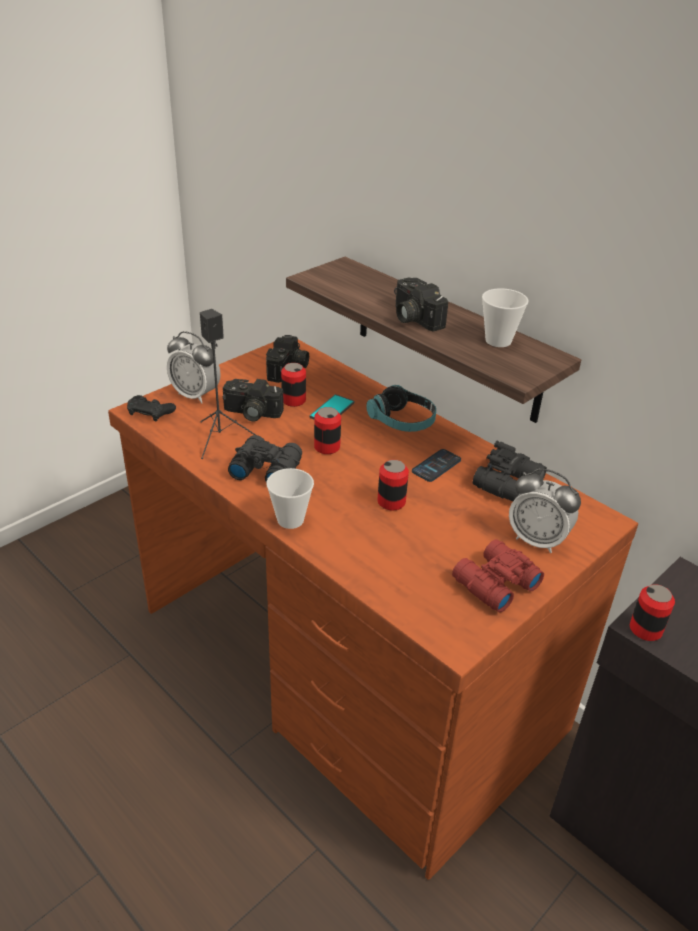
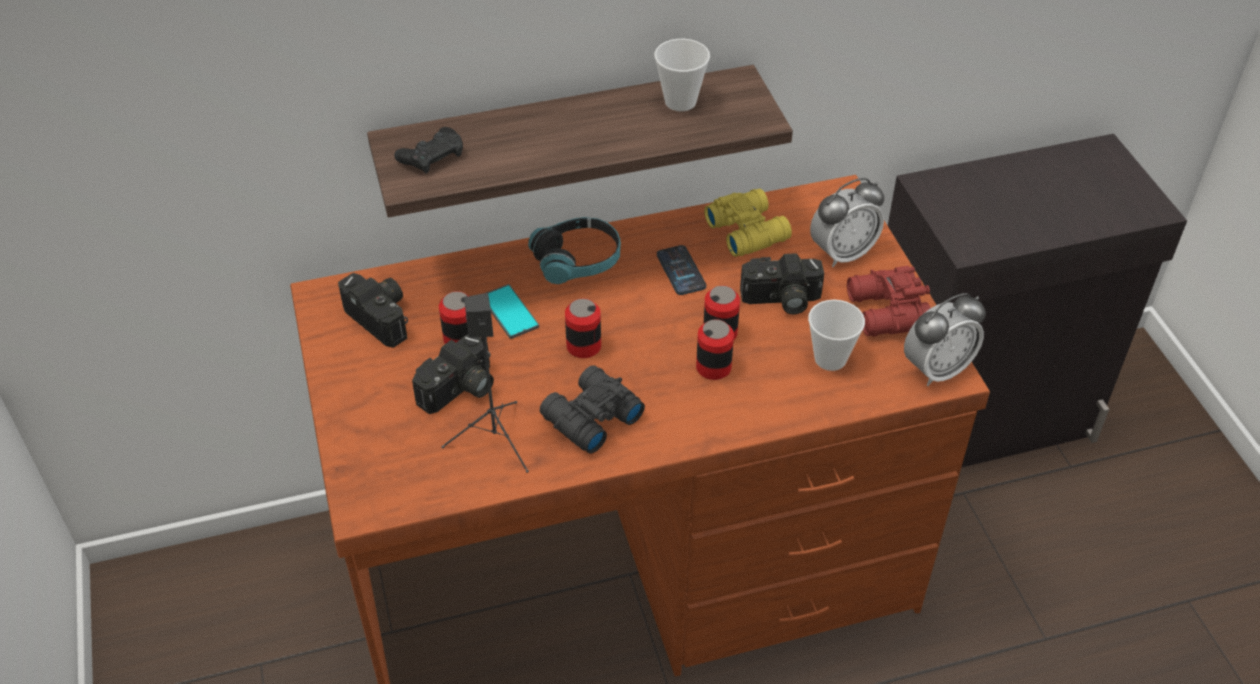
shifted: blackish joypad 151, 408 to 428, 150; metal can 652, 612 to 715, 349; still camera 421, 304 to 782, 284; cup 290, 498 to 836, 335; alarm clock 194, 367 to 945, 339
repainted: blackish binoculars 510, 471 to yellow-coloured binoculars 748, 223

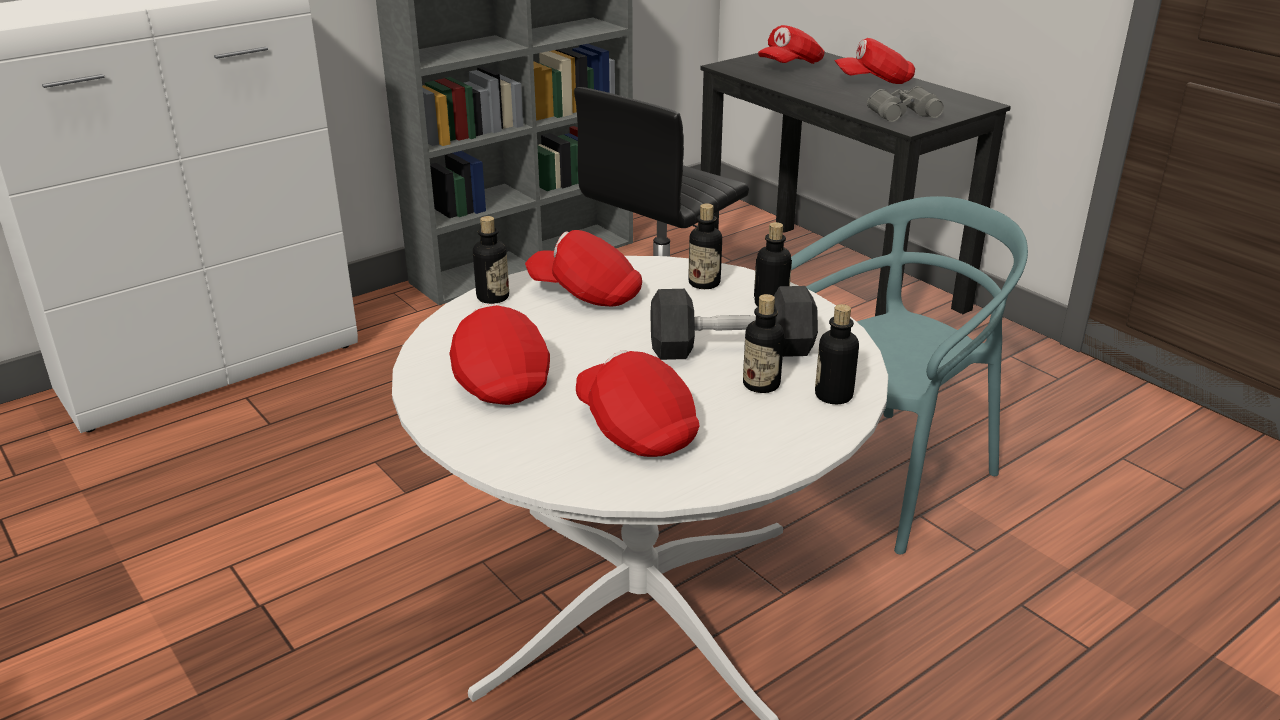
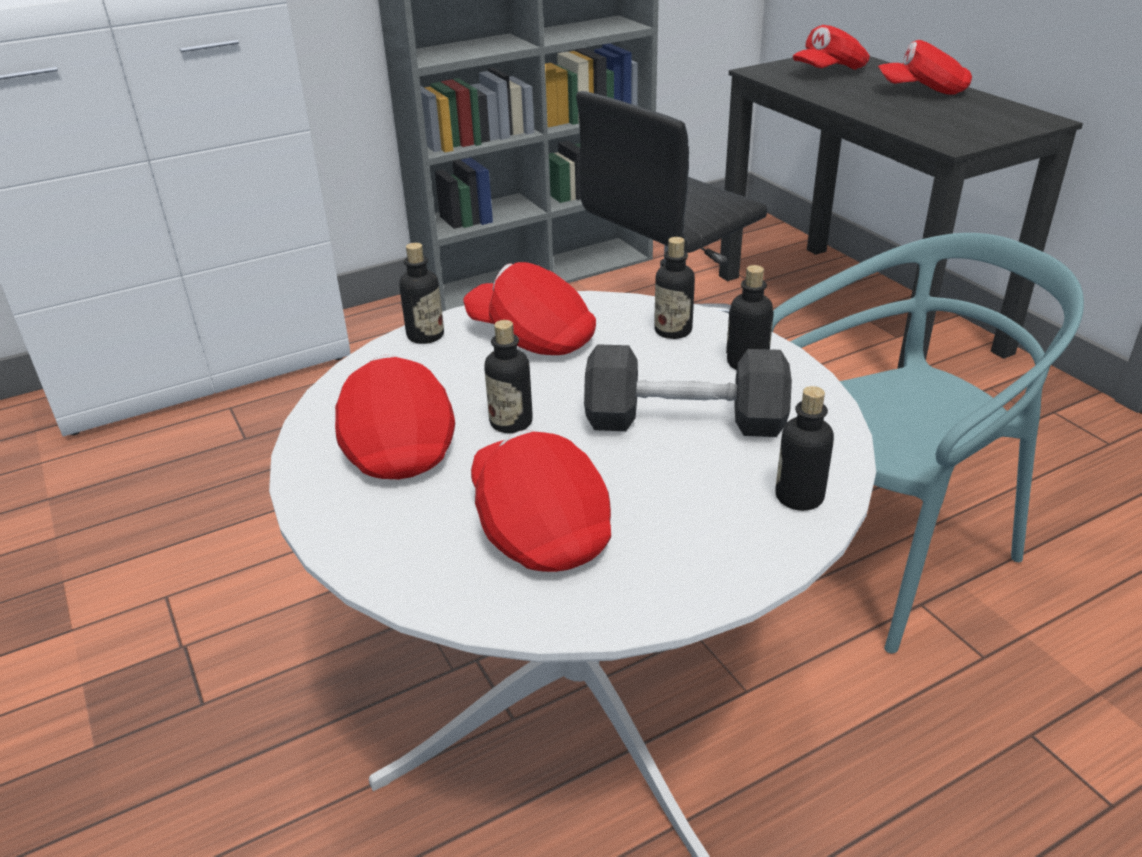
gone: gray binoculars 905, 104
shifted: beverage bottle 763, 343 to 508, 376

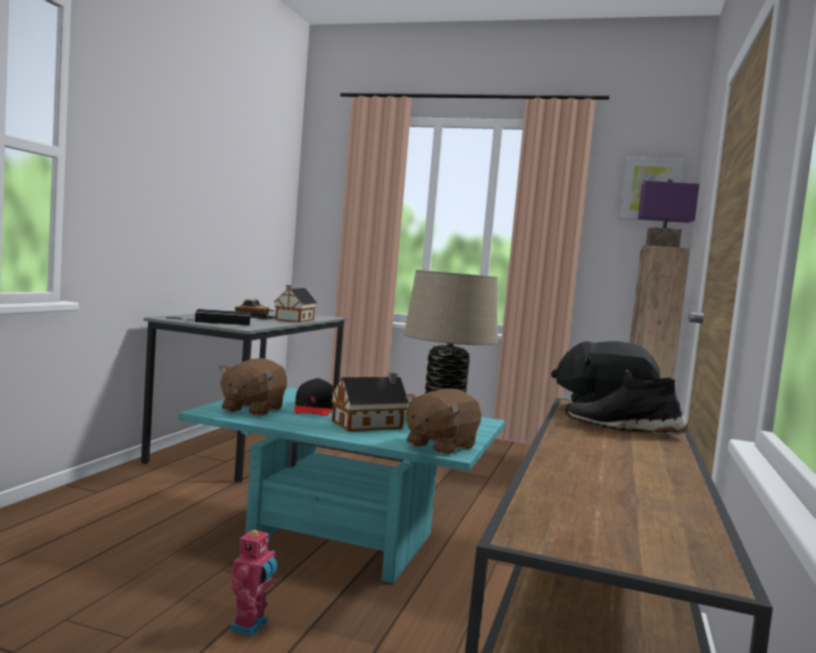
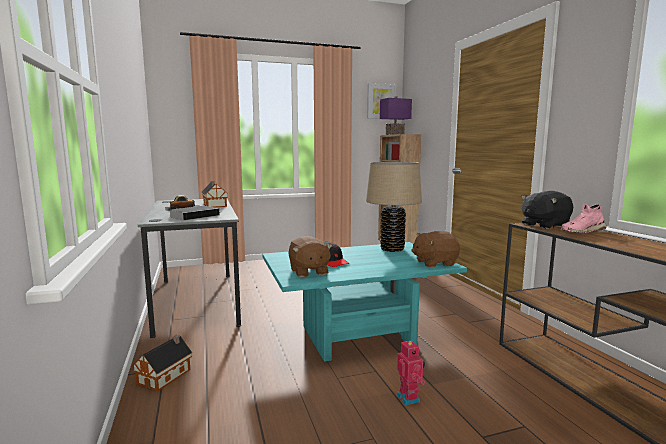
shifted: toy house 370, 402 to 162, 363
repainted: blackish low shoe 626, 402 to pinkish low shoe 583, 218
rotated: brownish cuddly toy 443, 422 = 435, 249 75 degrees clockwise

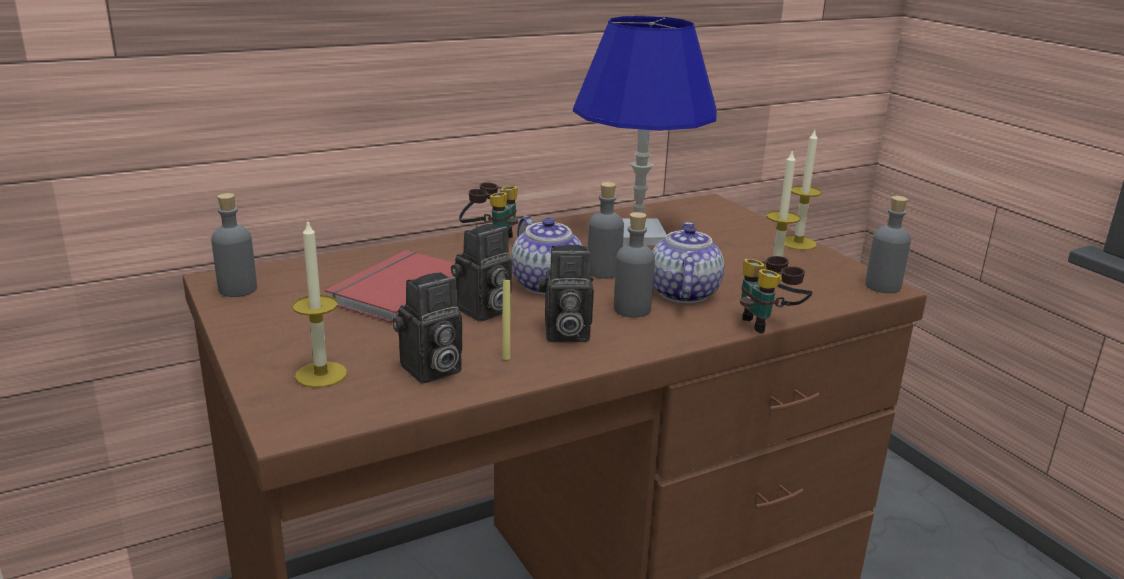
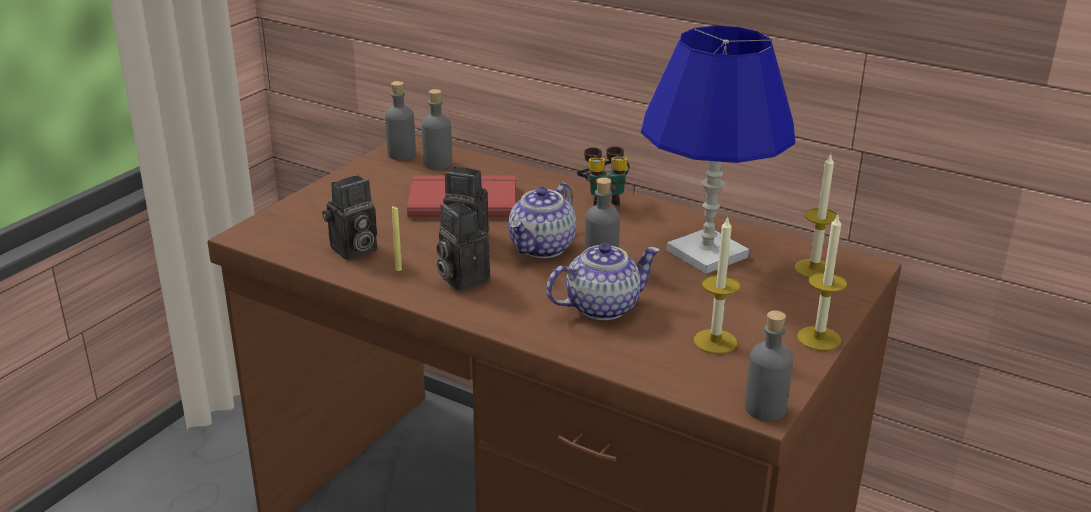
gone: binoculars 776, 295
shifted: gray beverage bottle 634, 265 to 437, 129; wax candle 319, 303 to 816, 216
rotated: still camera 427, 328 = 349, 217 60 degrees counterclockwise

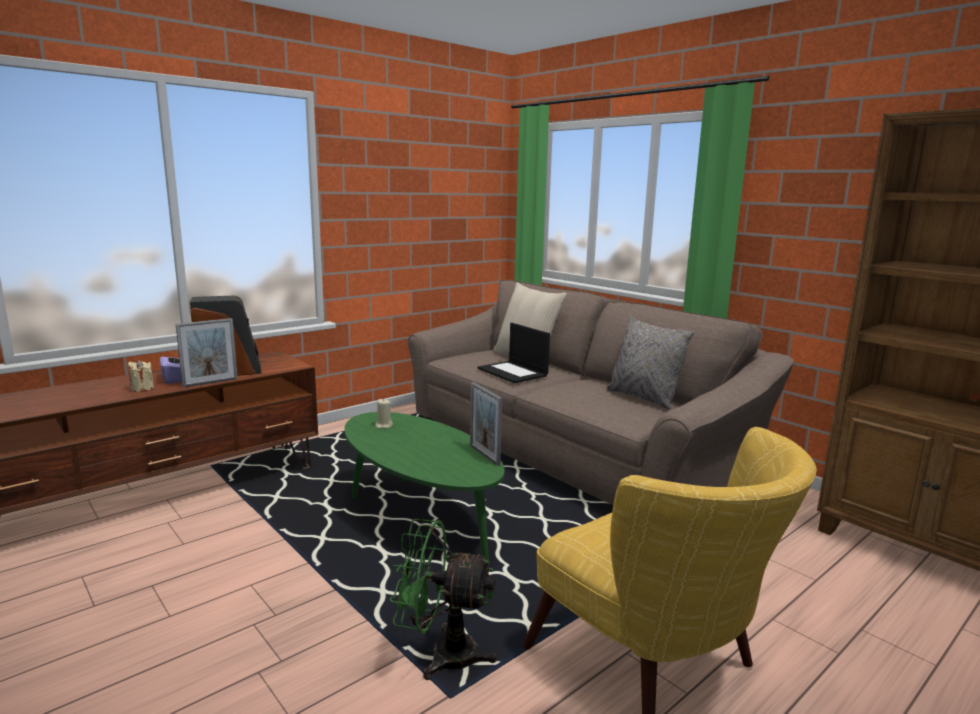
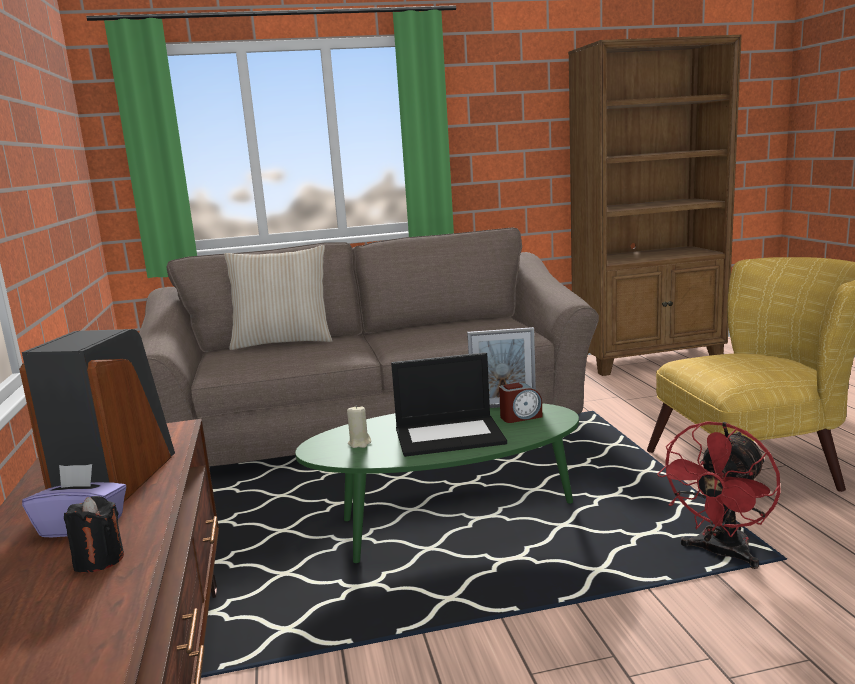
gone: photo frame 207, 353; gray throw pillow 650, 363
new: alarm clock 520, 402
shifted: portable computer 513, 353 to 449, 404
repainted: sand-coloured wax candle 141, 376 to blackish wax candle 94, 534; greenish fan 443, 599 to red-coloured fan 719, 495

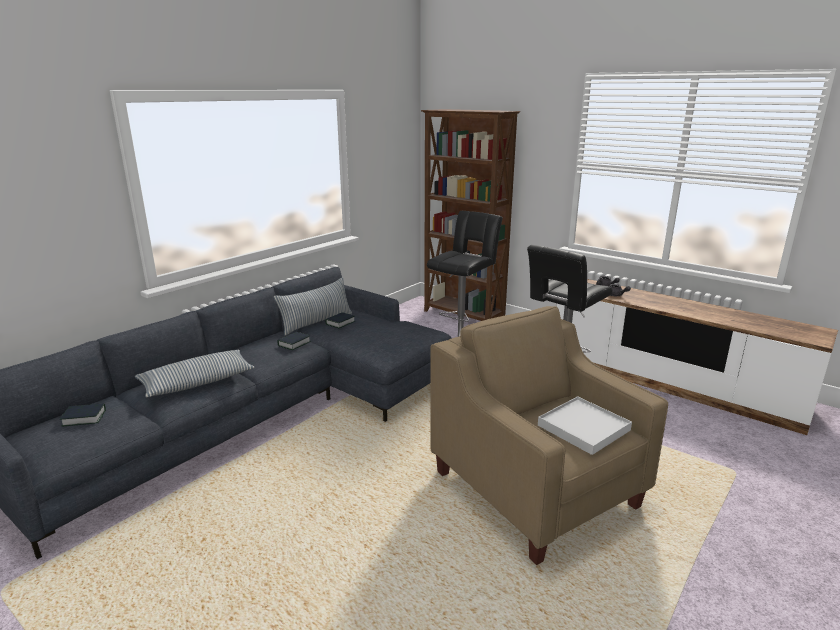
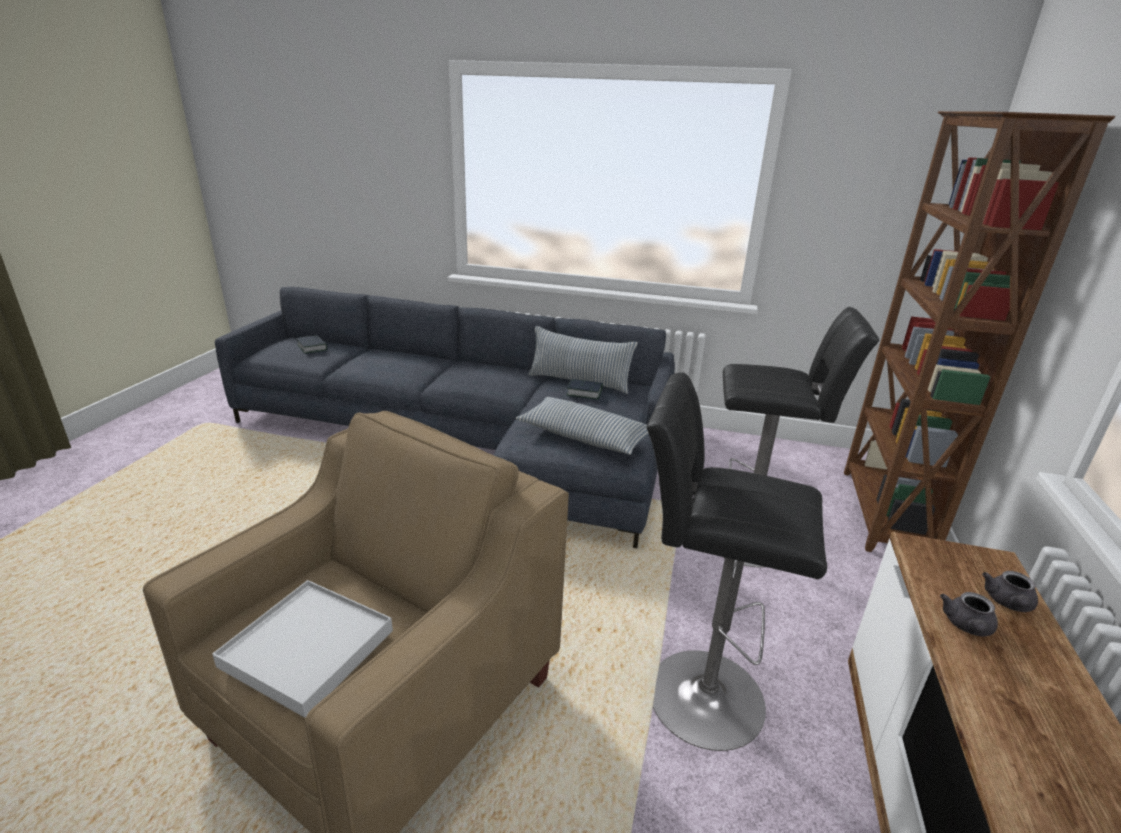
gone: volume 294, 341
shifted: throw pillow 194, 373 to 582, 426

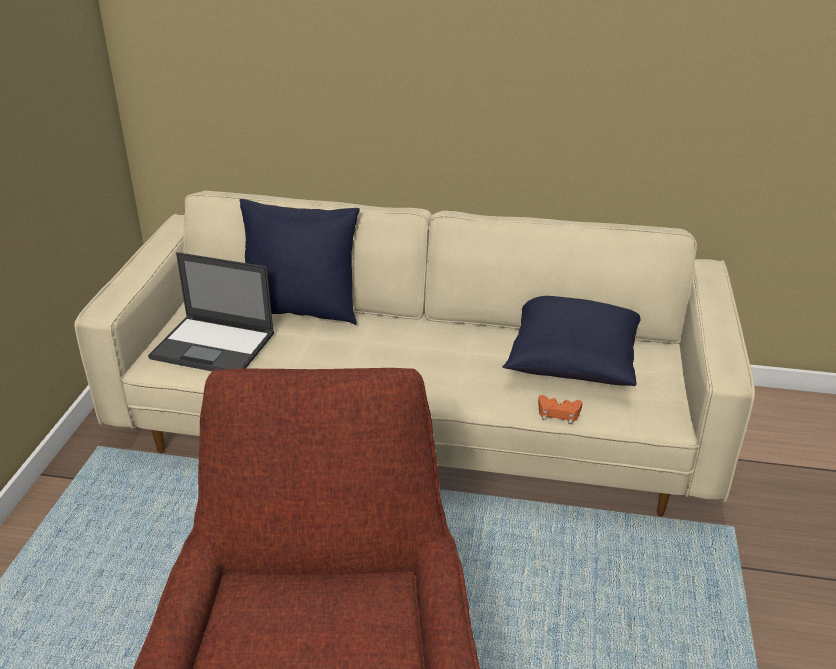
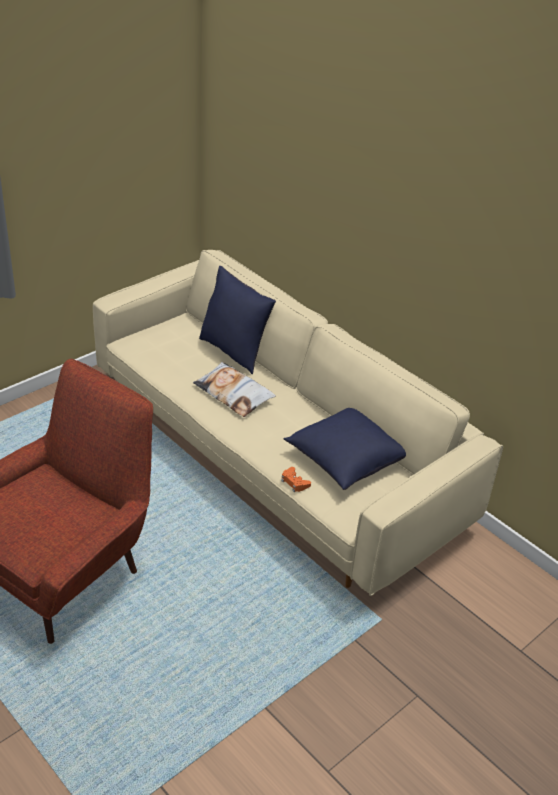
gone: portable computer 211, 312
new: throw pillow 234, 389

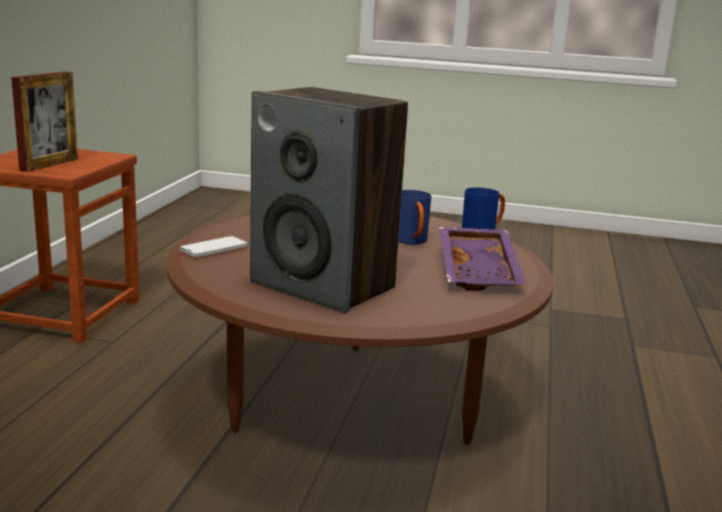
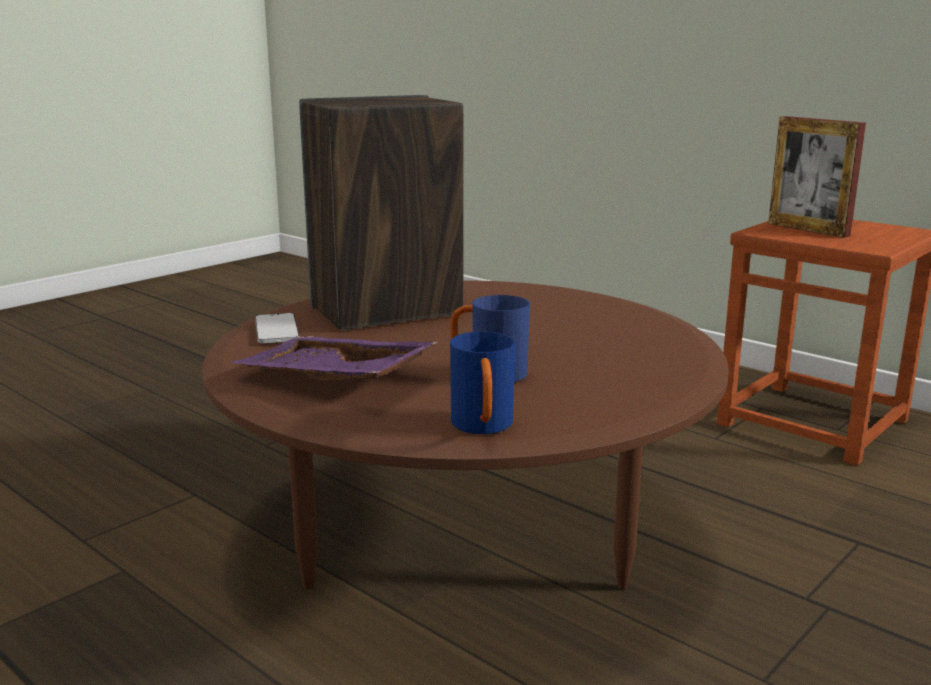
shifted: phone 213, 246 to 277, 328

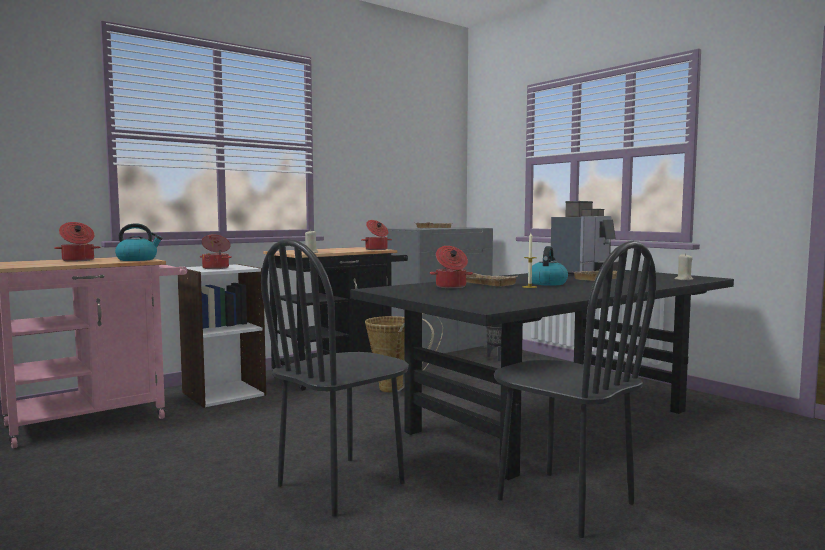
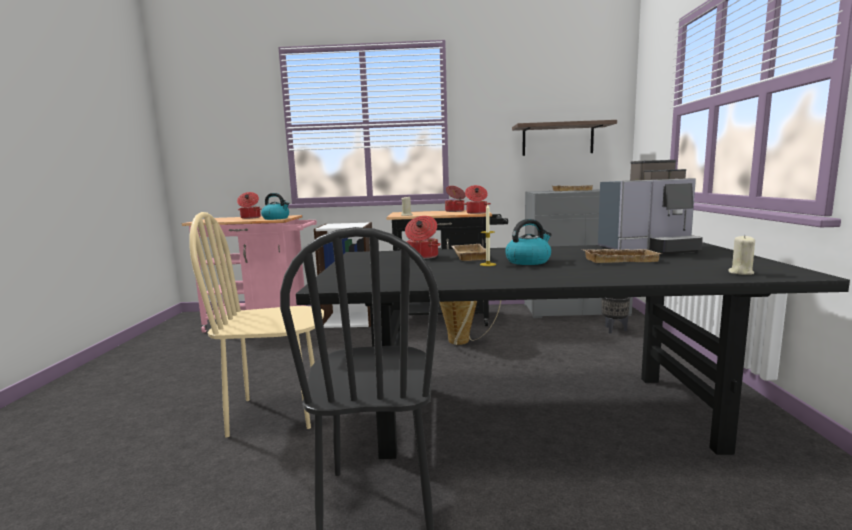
new: shelf 564, 138
shifted: saucepot 216, 251 to 455, 199
repainted: blackish upright chair 335, 378 to sand-coloured upright chair 256, 325

